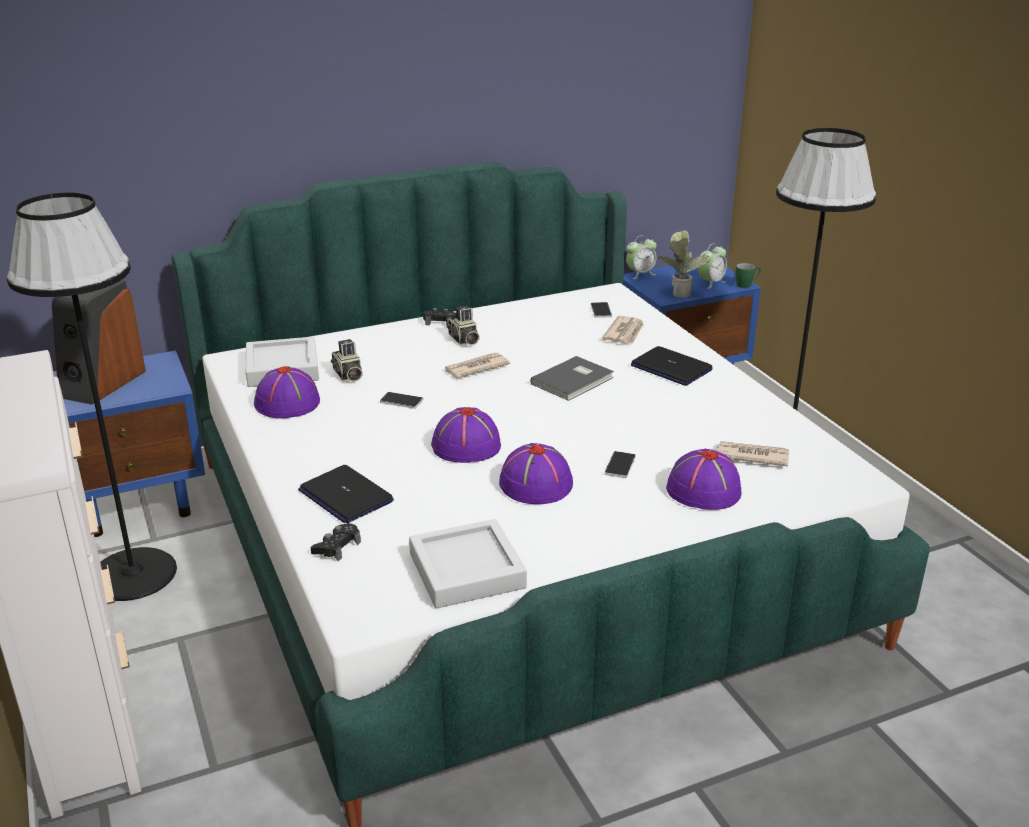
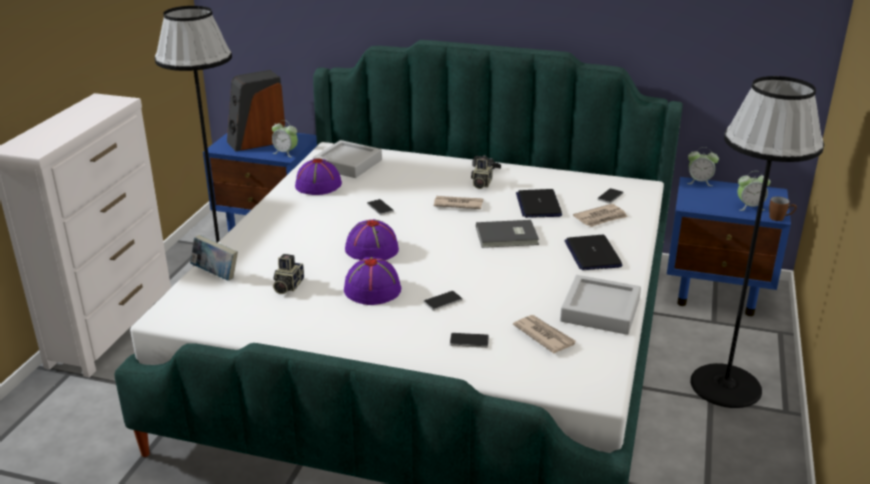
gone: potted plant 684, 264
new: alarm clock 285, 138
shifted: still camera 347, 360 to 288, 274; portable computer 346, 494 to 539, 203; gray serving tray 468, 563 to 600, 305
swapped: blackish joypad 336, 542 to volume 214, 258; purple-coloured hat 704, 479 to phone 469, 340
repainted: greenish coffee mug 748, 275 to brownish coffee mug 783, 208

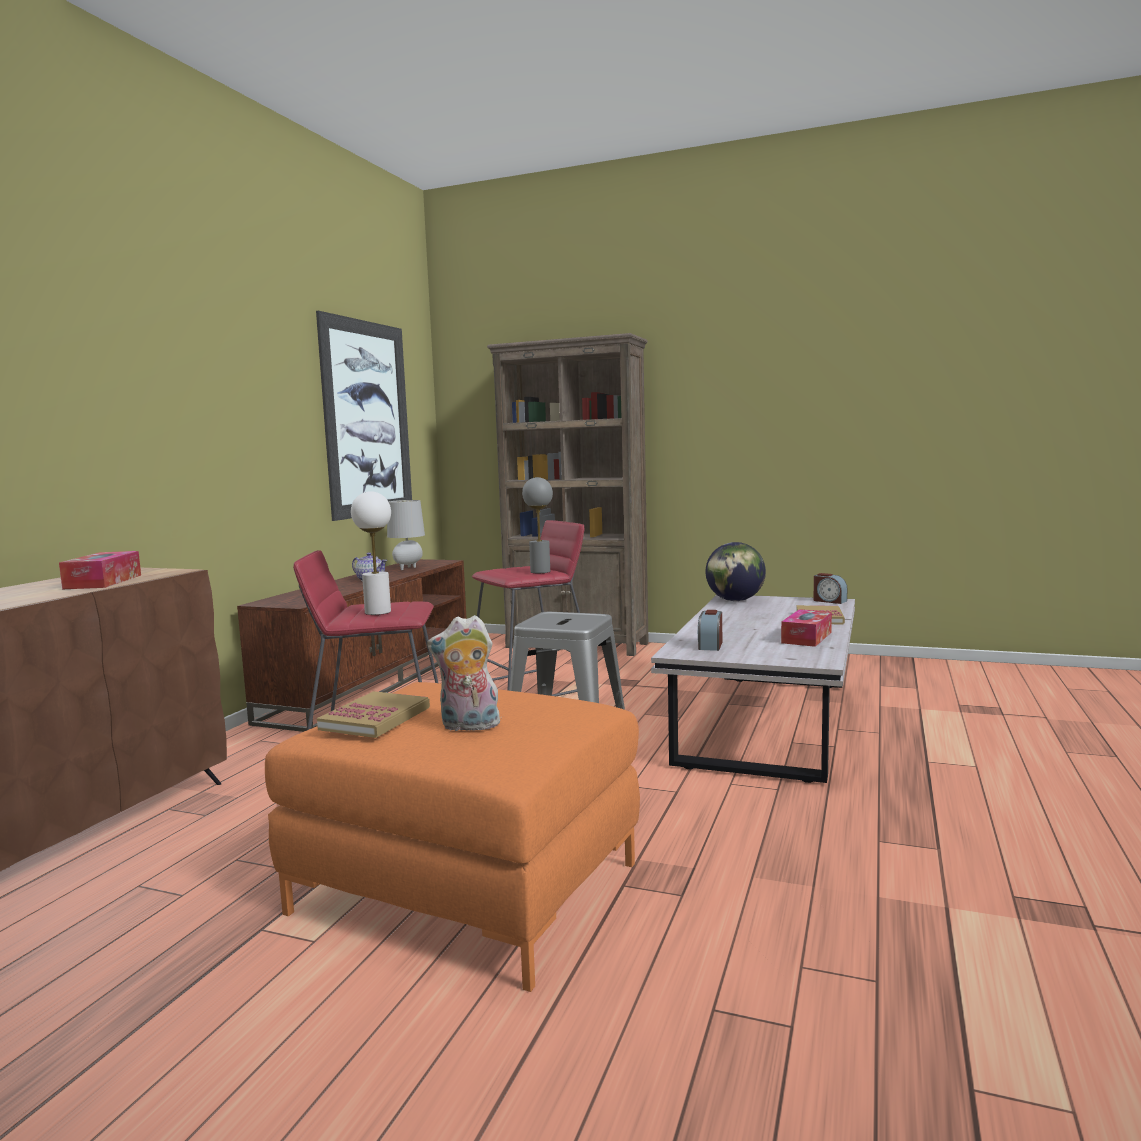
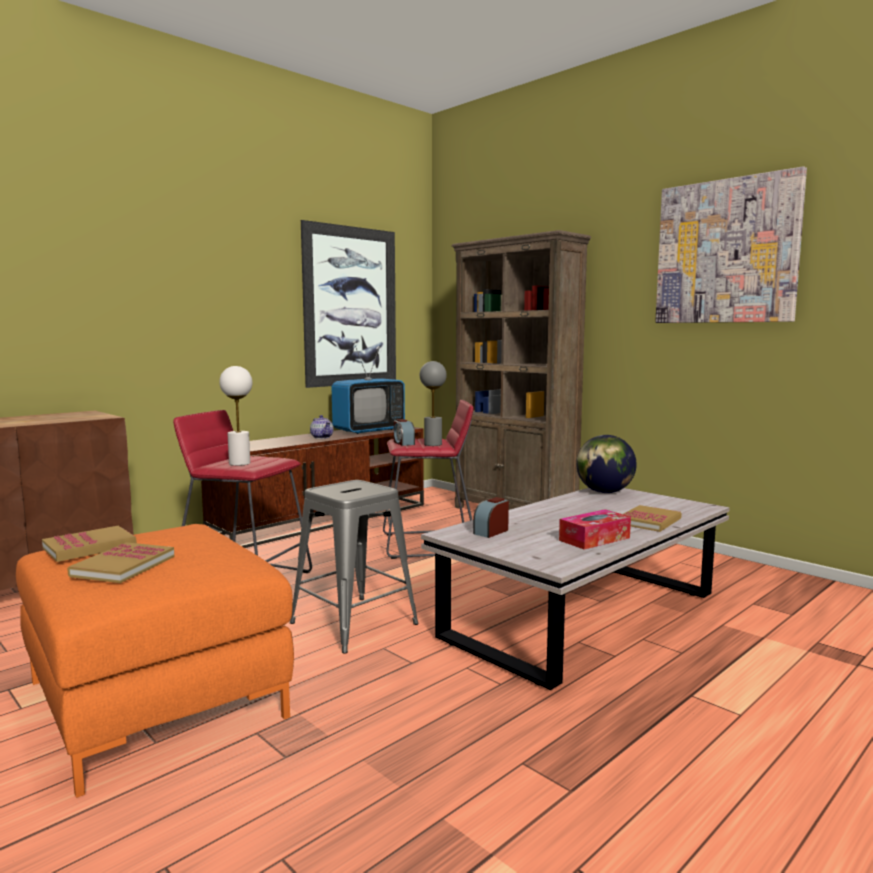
gone: tissue box 100, 570
new: wall art 731, 244
shifted: alarm clock 830, 588 to 404, 432
swapped: cuddly toy 465, 673 to volume 120, 562; gray table lamp 406, 535 to television 368, 389

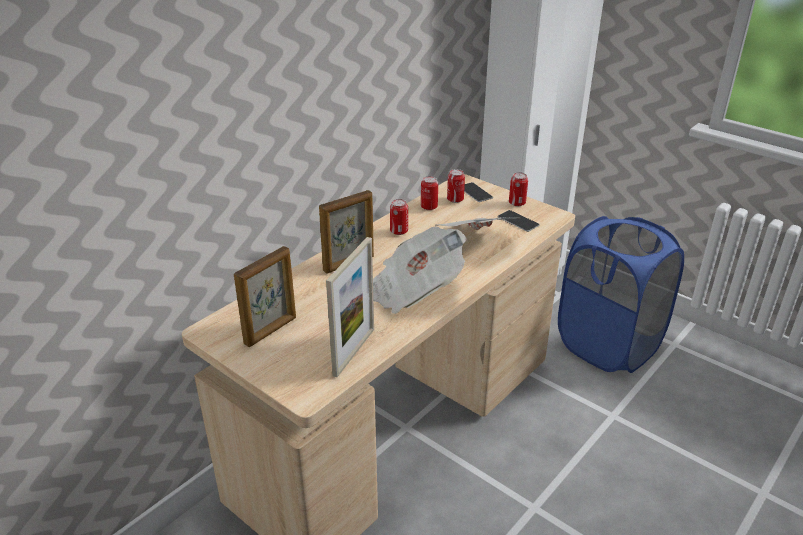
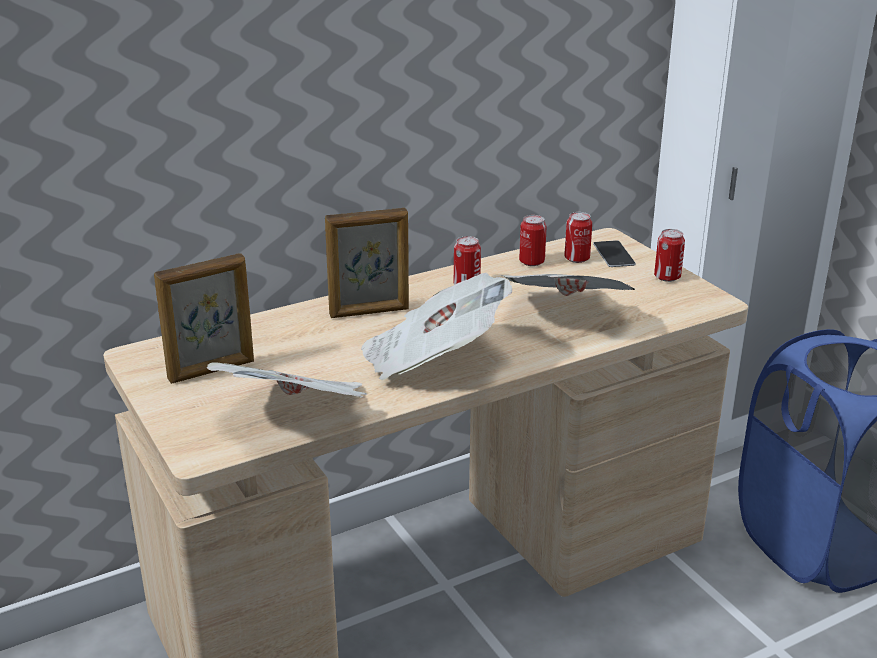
gone: phone 518, 221
swapped: photo frame 350, 307 to newspaper 287, 380

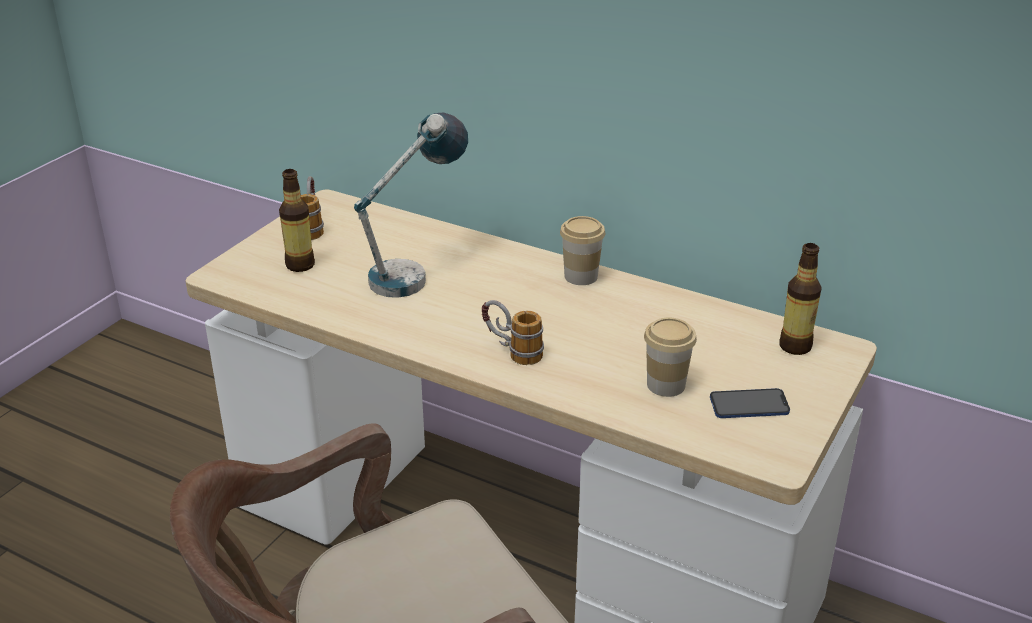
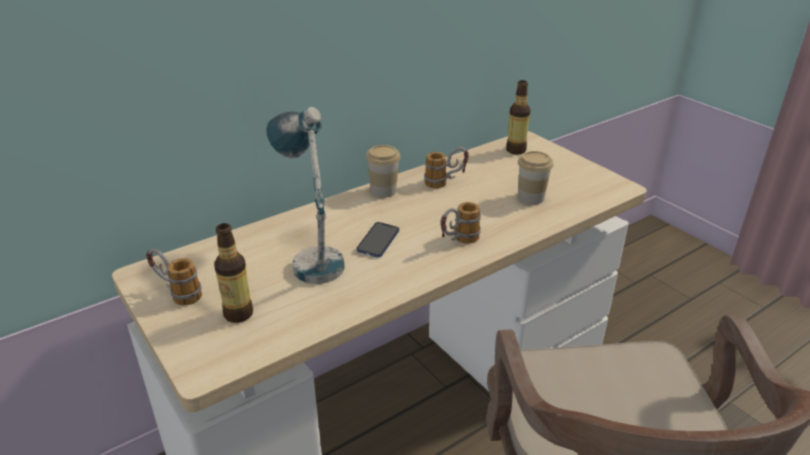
new: coffee mug 446, 168
shifted: phone 750, 403 to 377, 240

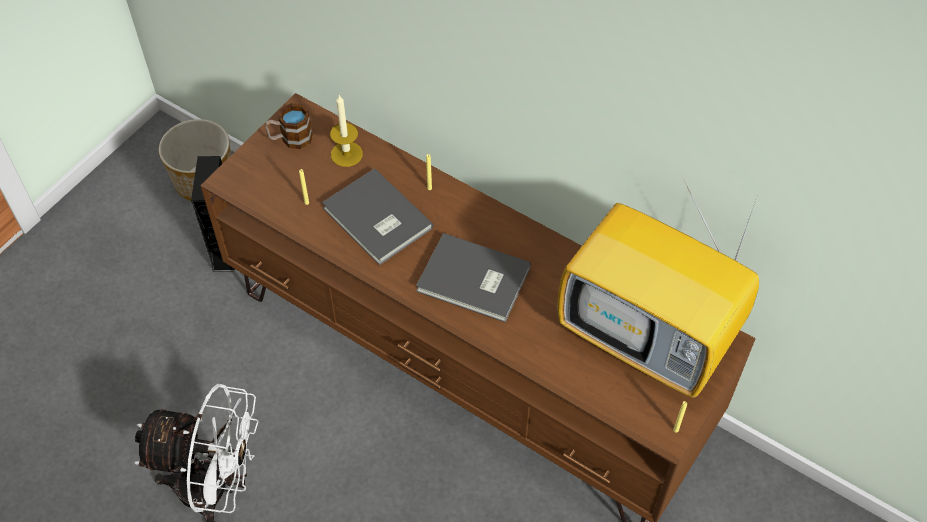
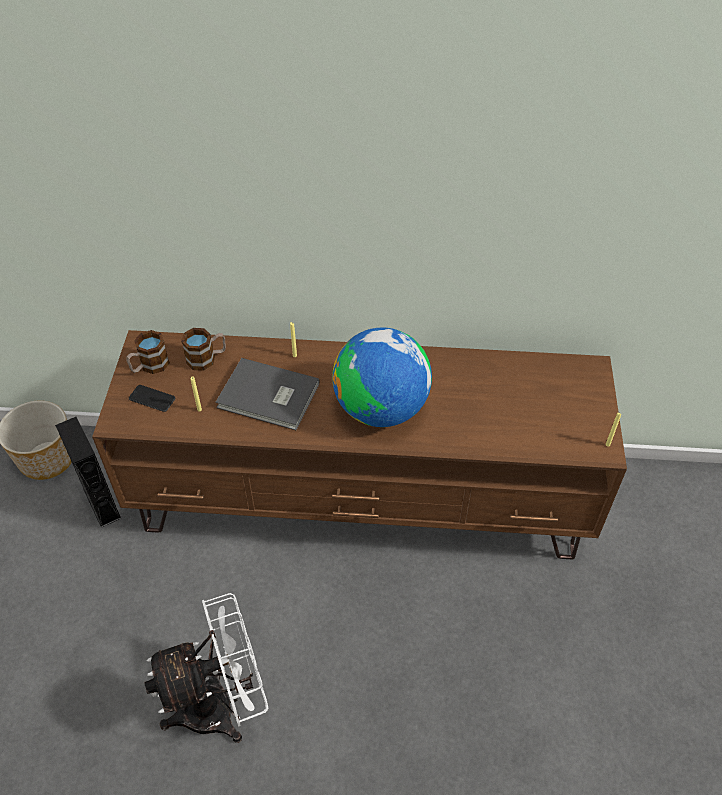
gone: television 658, 290
new: phone 152, 398
swapped: wax candle 346, 131 to coffee mug 203, 349; gray volume 473, 277 to globe 382, 377

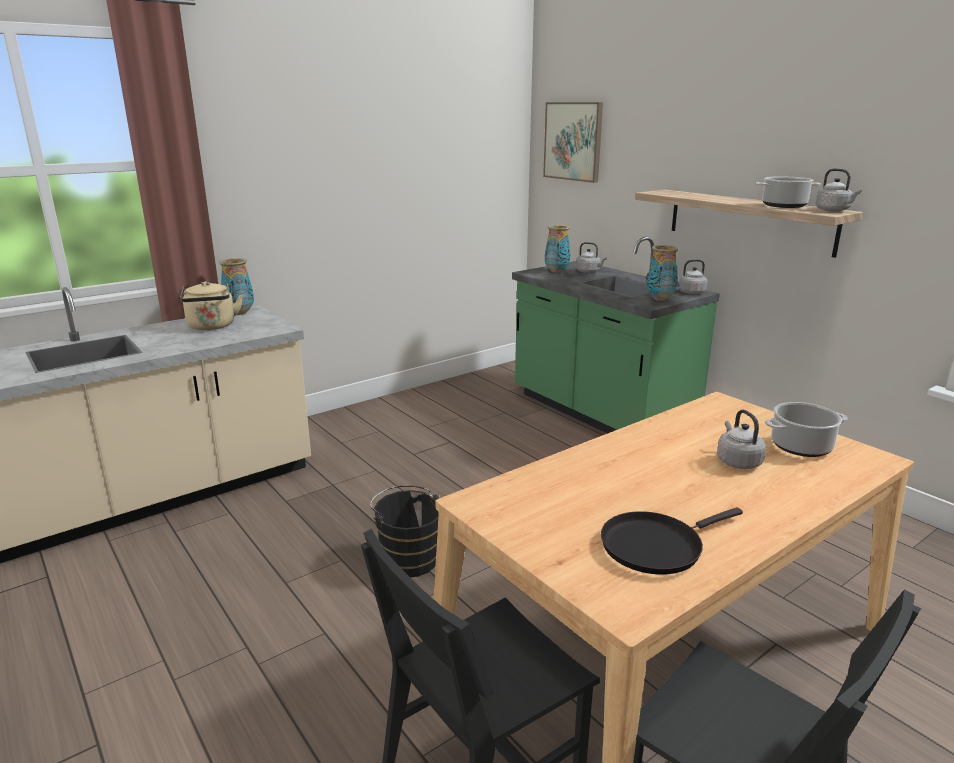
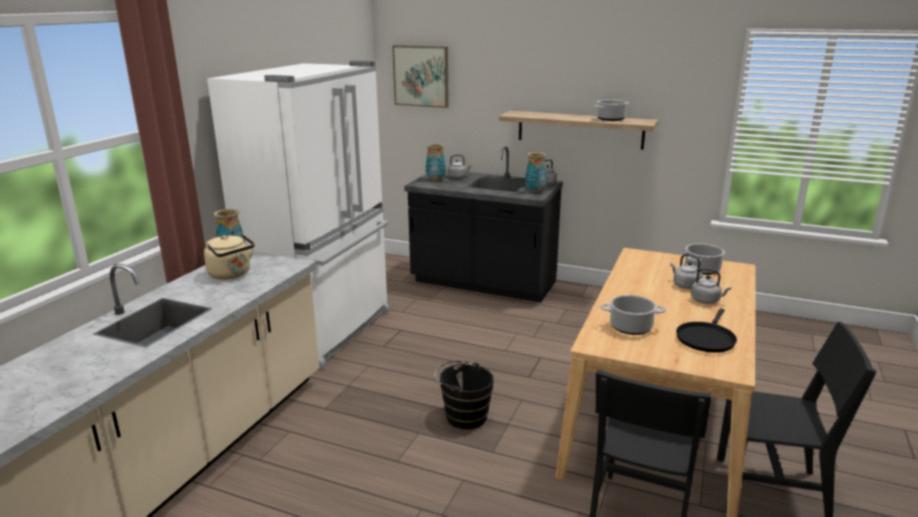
new: whitish refrigerator 298, 215; saucepot 633, 315
shifted: gray kettle 838, 190 to 711, 286
repainted: greenish kitchen base unit 616, 335 to blackish kitchen base unit 483, 224

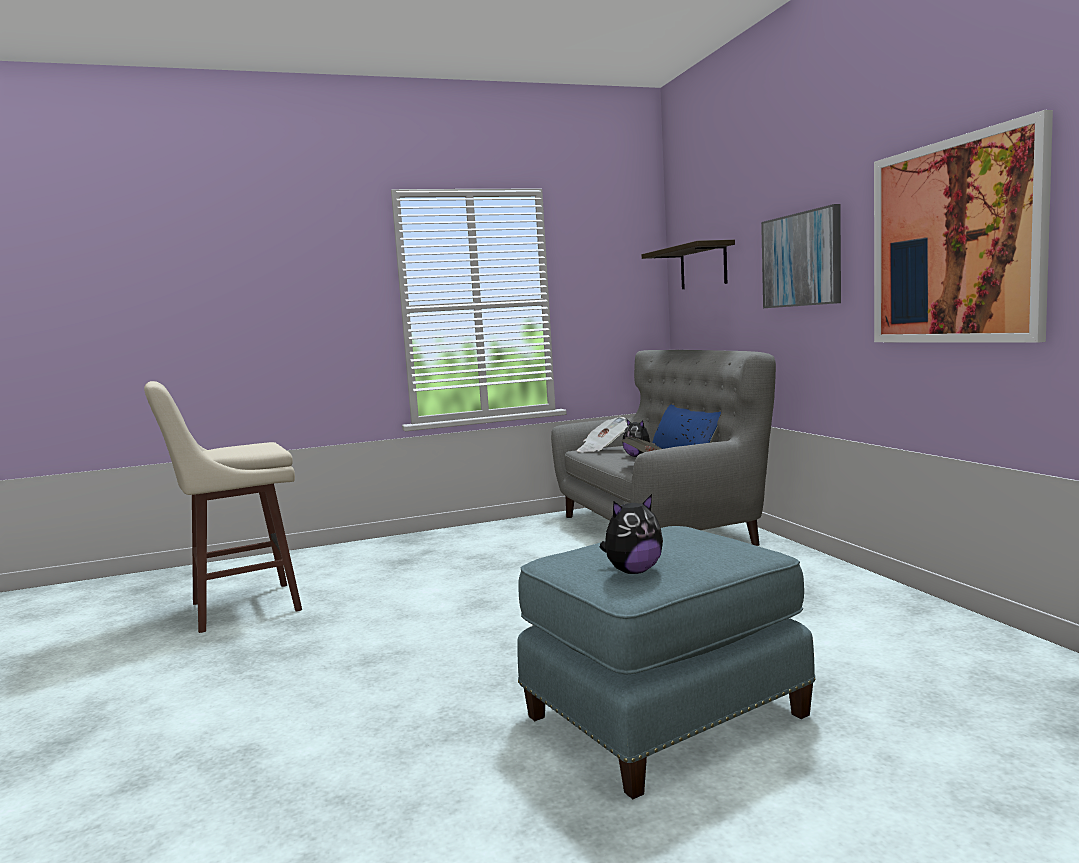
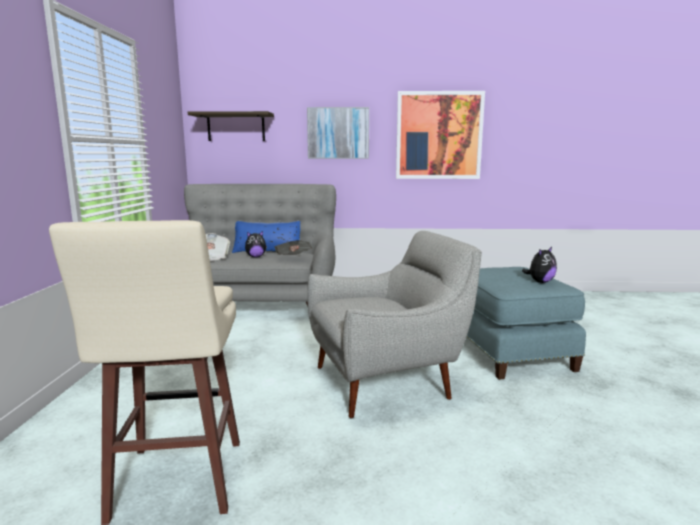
new: gray armchair 394, 324
rotated: cuddly toy 631, 534 = 539, 265 60 degrees clockwise

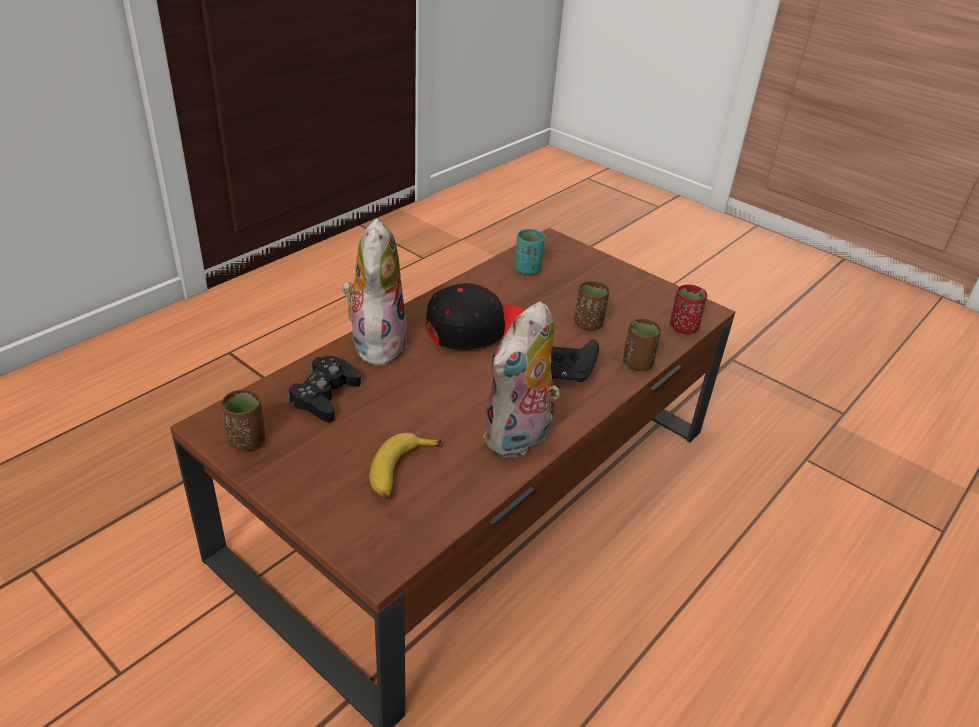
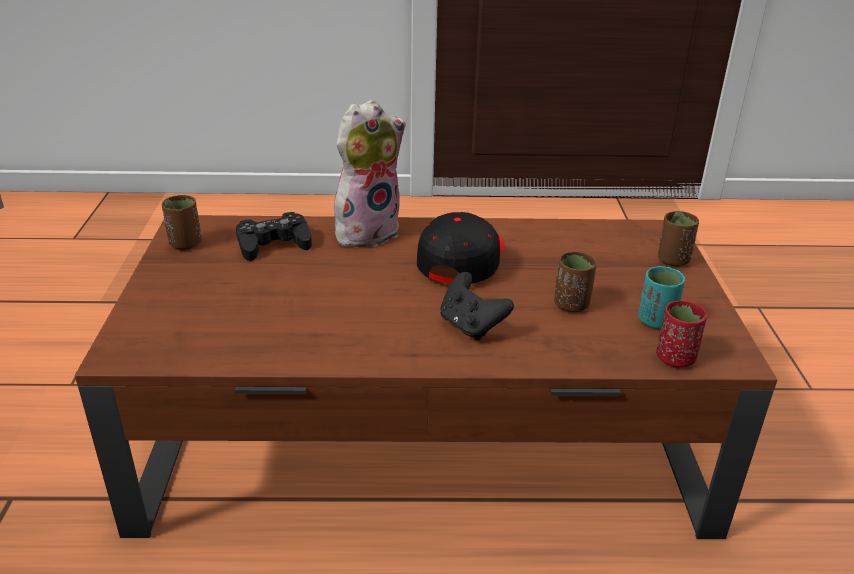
gone: whole banana 405, 466; cuddly toy 521, 379
shifted: blue-green cup 529, 252 to 661, 297; brownish cup 642, 344 to 678, 238
rotated: blackish cap 475, 316 = 460, 248 90 degrees counterclockwise

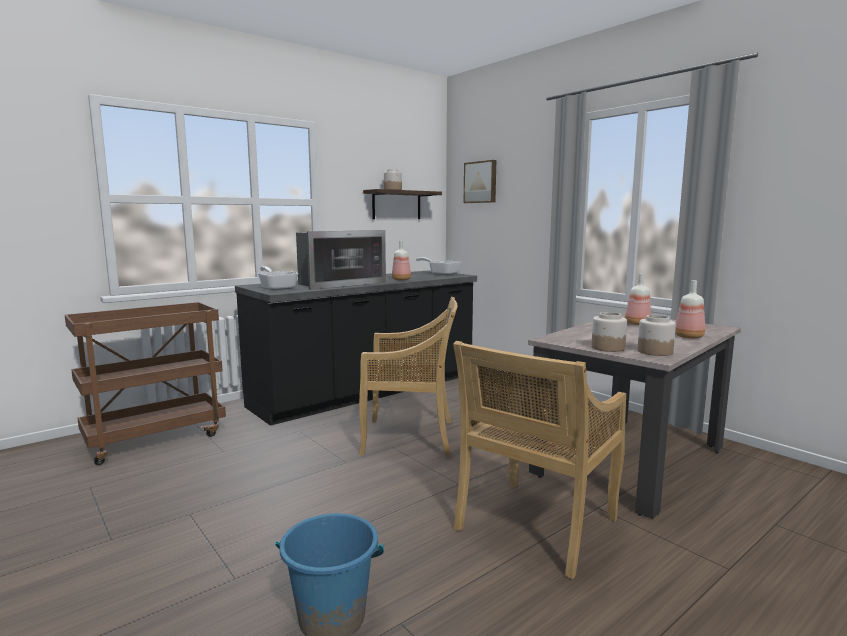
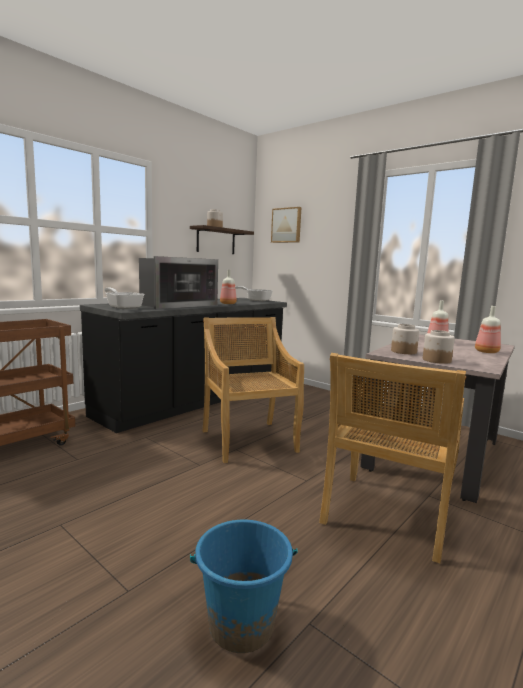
shifted: preserve jar 657, 335 to 405, 339
rotated: sand-coloured upright chair 408, 377 = 253, 390 105 degrees counterclockwise

